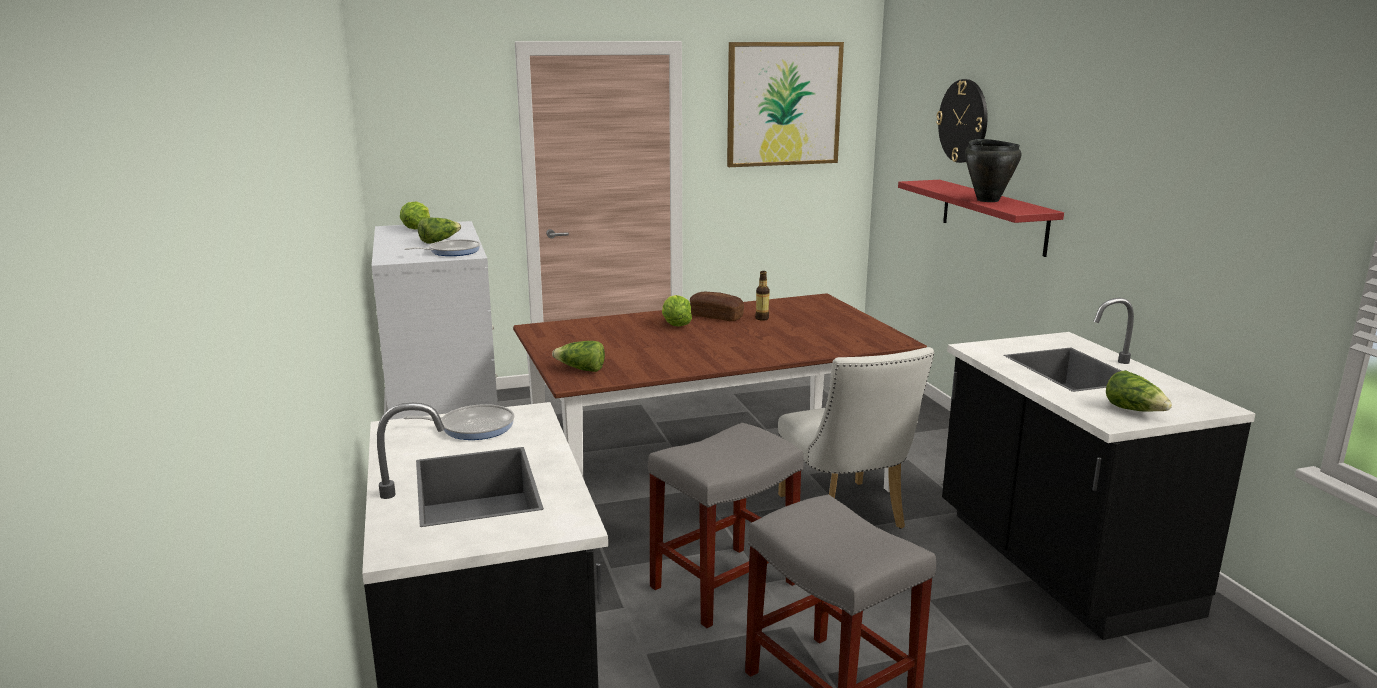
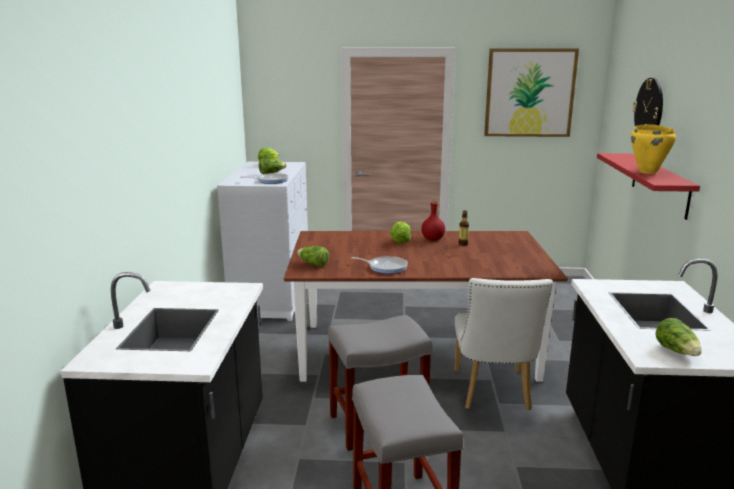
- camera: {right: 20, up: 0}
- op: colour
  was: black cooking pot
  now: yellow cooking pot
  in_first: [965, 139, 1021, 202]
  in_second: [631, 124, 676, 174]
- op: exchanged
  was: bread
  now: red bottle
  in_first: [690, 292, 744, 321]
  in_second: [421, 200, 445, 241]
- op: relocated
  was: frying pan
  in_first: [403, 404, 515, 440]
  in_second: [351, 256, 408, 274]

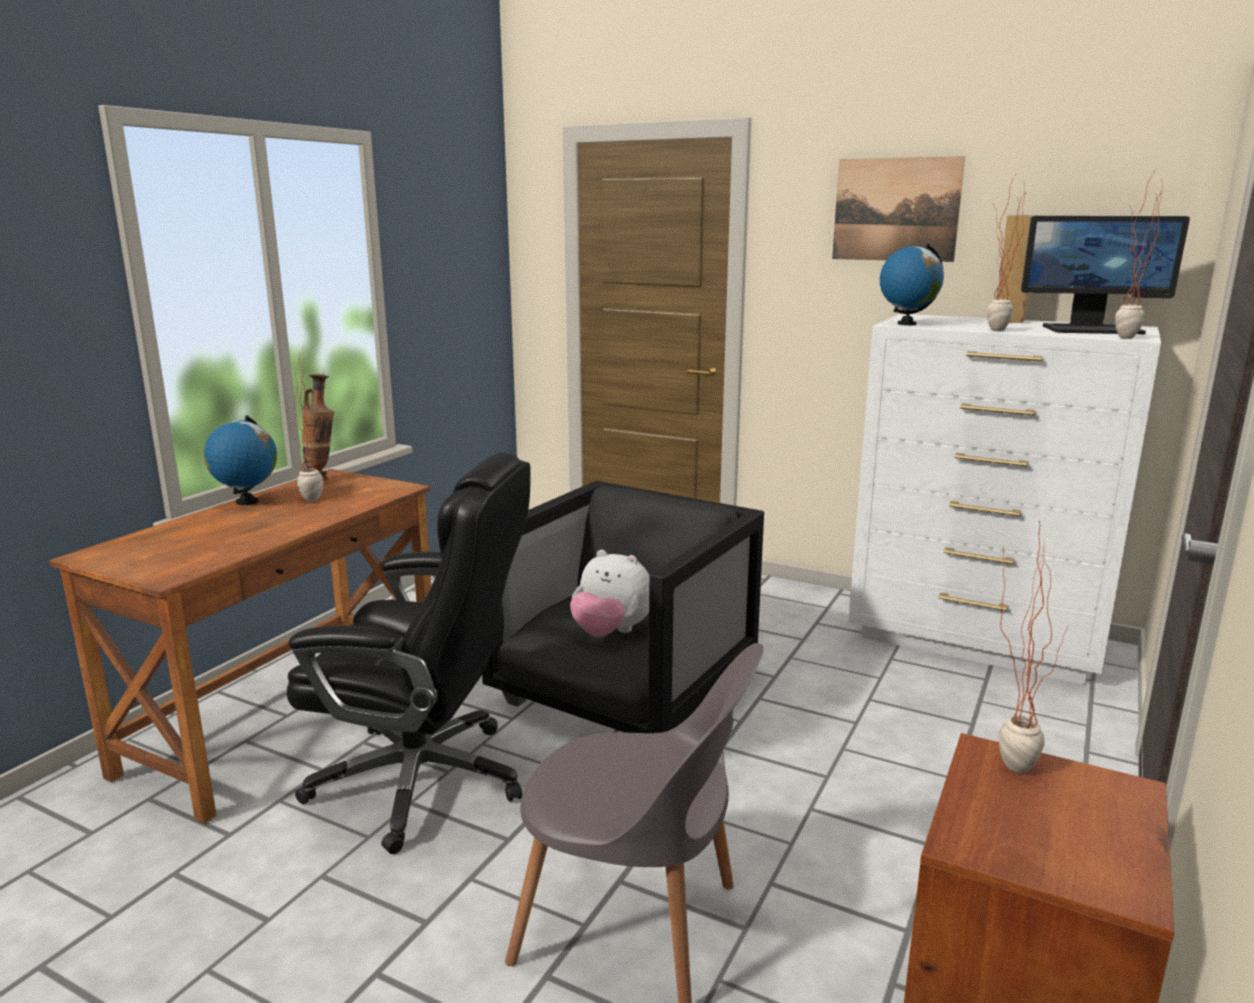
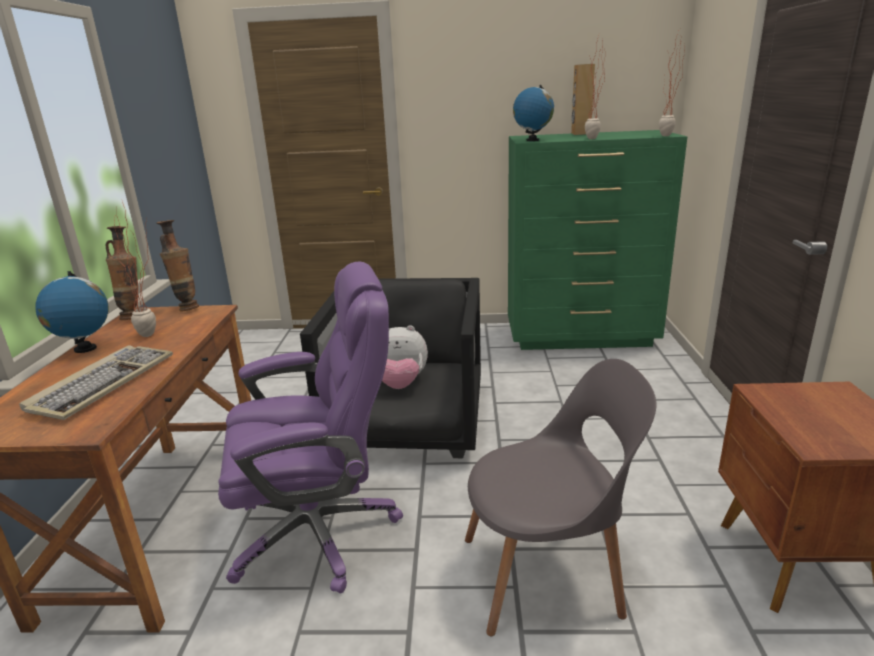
- camera: {right: -25, up: 5}
- op: missing
  was: picture
  in_first: [832, 156, 965, 262]
- op: missing
  was: monitor
  in_first: [1021, 216, 1190, 334]
- op: colour
  was: white dresser
  now: green dresser
  in_first: [848, 314, 1161, 685]
  in_second: [508, 130, 687, 350]
- op: colour
  was: black office chair
  now: purple office chair
  in_first: [287, 452, 531, 854]
  in_second: [218, 262, 403, 594]
- op: missing
  was: potted plant
  in_first: [998, 521, 1068, 773]
- op: appeared
  now: vase
  in_second: [156, 220, 199, 312]
- op: appeared
  now: keyboard
  in_second: [19, 345, 173, 420]

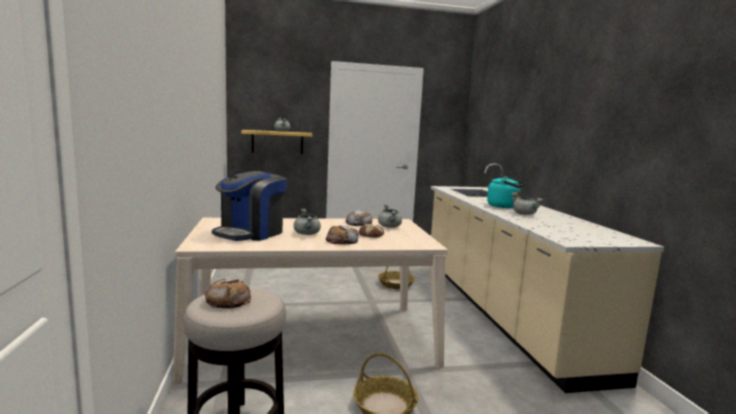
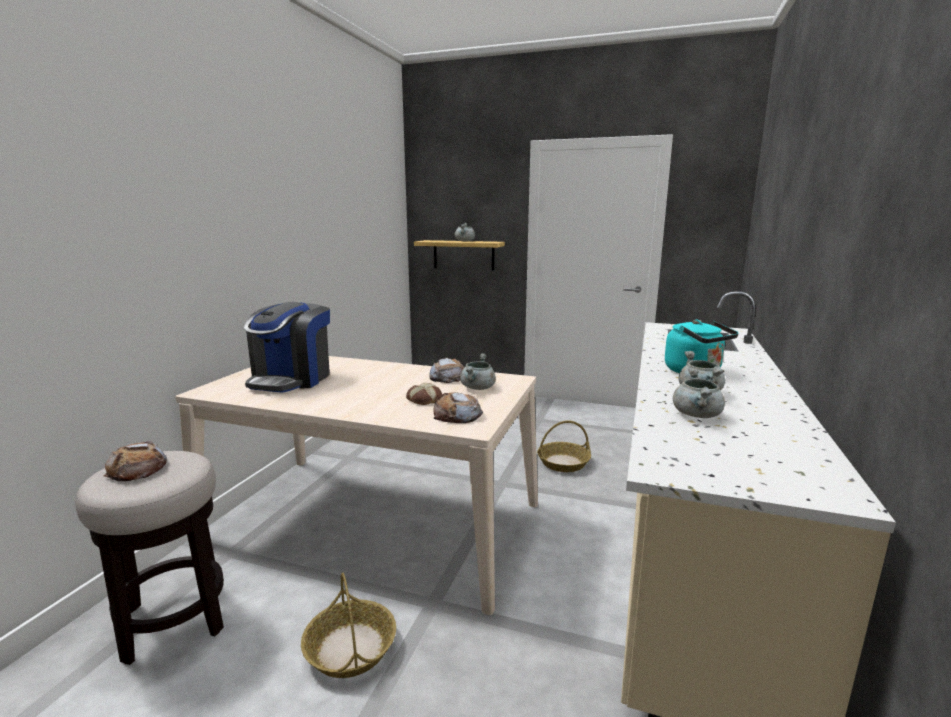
- camera: {right: 30, up: 5}
- op: spun
  was: coffee machine
  in_first: [212, 171, 287, 241]
  in_second: [244, 302, 330, 393]
  clockwise: -45
- op: relocated
  was: grey cooking pot
  in_first: [294, 209, 321, 235]
  in_second: [673, 368, 725, 418]
- op: relocated
  was: bread
  in_first: [326, 225, 358, 244]
  in_second: [433, 392, 483, 423]

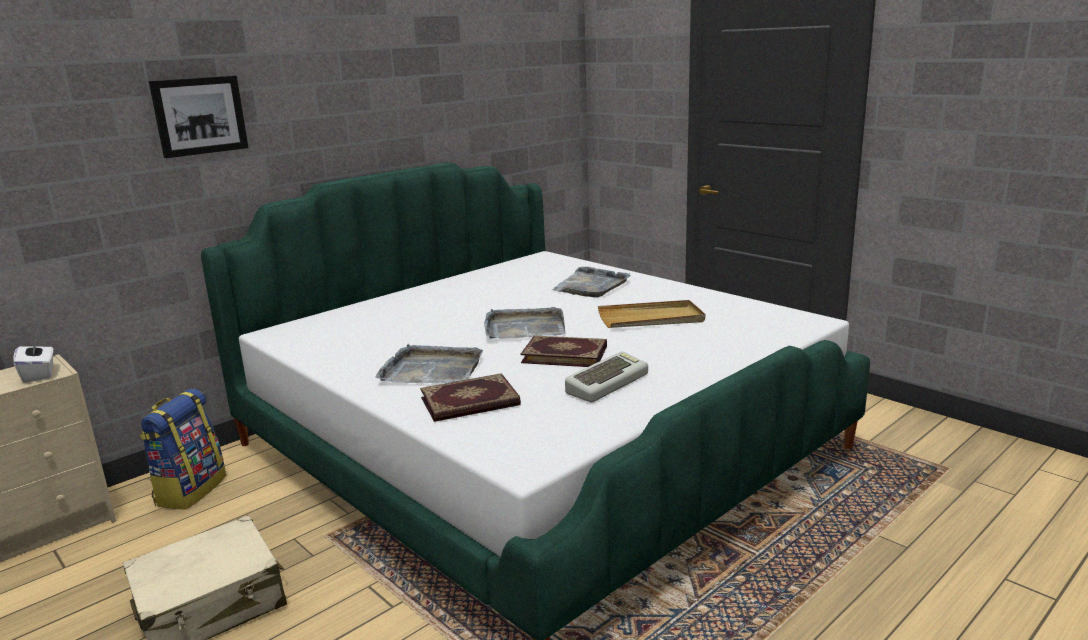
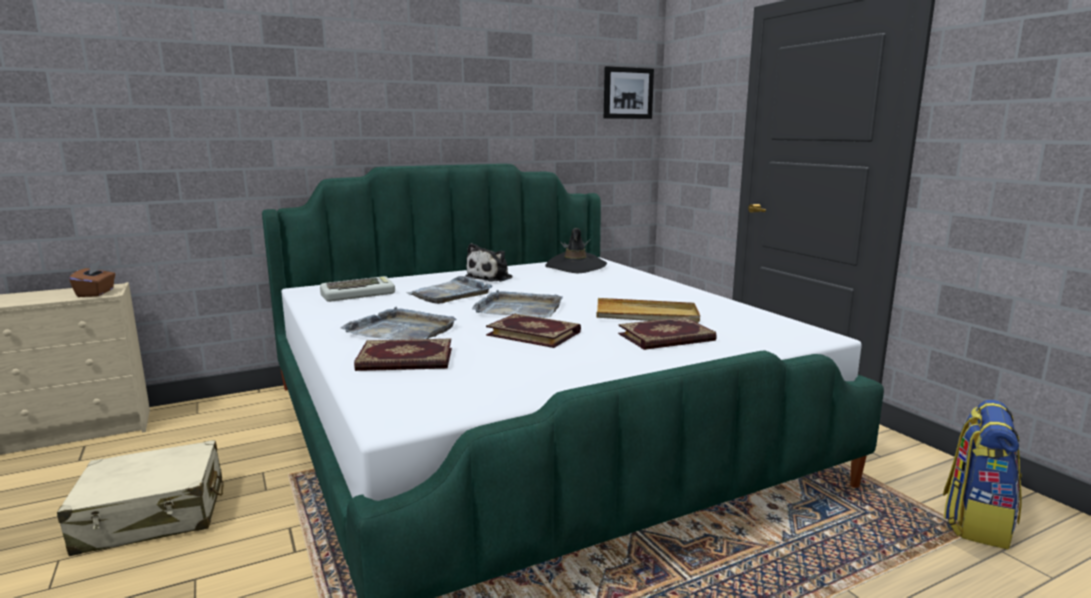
- camera: {right: 15, up: -5}
- op: relocated
  was: picture
  in_first: [149, 75, 248, 158]
  in_second: [604, 66, 654, 119]
- op: relocated
  was: grey tray
  in_first: [552, 267, 630, 297]
  in_second: [406, 276, 492, 304]
- op: colour
  was: white tissue box
  now: brown tissue box
  in_first: [13, 336, 54, 383]
  in_second: [69, 261, 115, 297]
- op: relocated
  was: keyboard
  in_first: [565, 352, 648, 402]
  in_second: [320, 276, 395, 302]
- op: relocated
  was: backpack
  in_first: [140, 389, 226, 510]
  in_second: [943, 400, 1022, 549]
- op: appeared
  now: black hat
  in_second: [545, 228, 607, 273]
- op: appeared
  now: plush toy
  in_second: [465, 243, 512, 282]
- op: appeared
  now: book
  in_second: [618, 317, 717, 350]

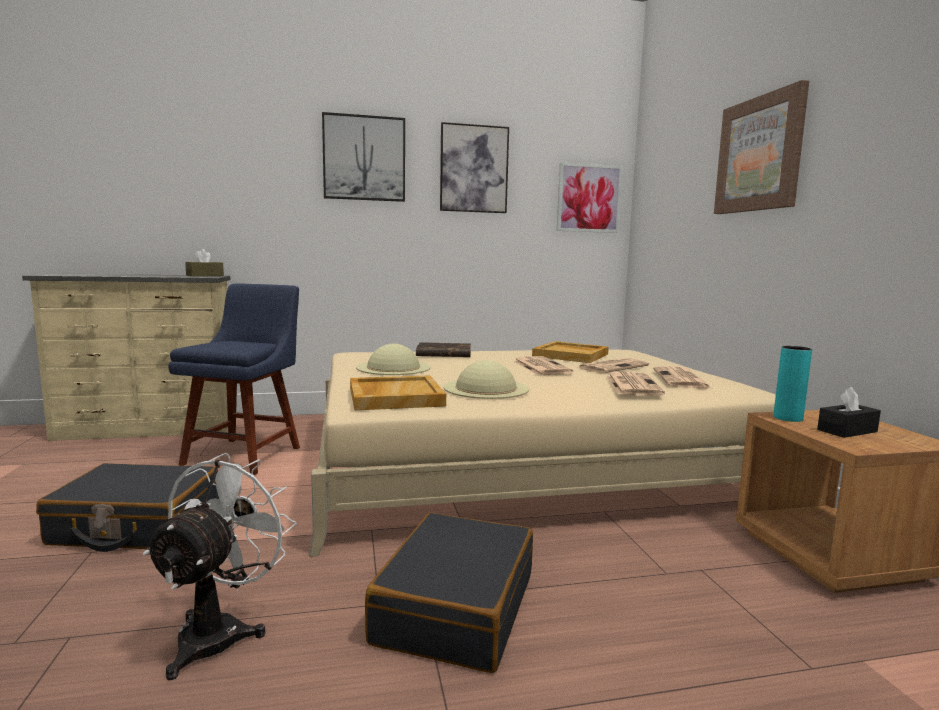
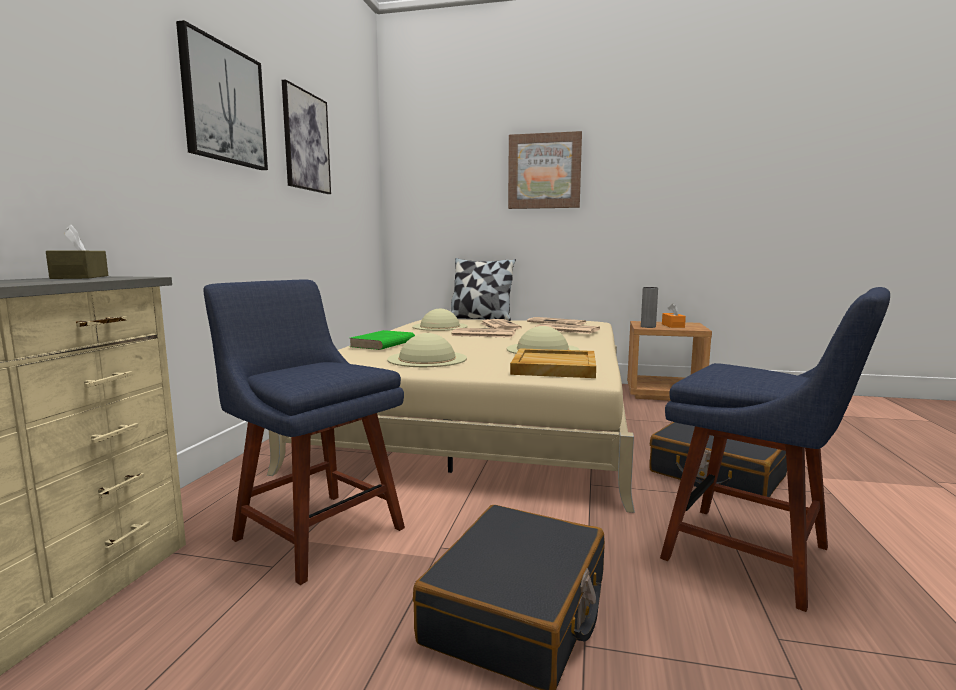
- camera: {right: -65, up: 0}
- op: missing
  was: picture
  in_first: [557, 163, 623, 233]
- op: exchanged
  was: beige tray
  now: beige hat
  in_first: [532, 341, 609, 363]
  in_second: [412, 309, 468, 331]
- op: colour
  was: brown book
  now: green book
  in_first: [416, 342, 471, 357]
  in_second: [350, 330, 415, 350]
- op: colour
  was: turquoise vase
  now: grey vase
  in_first: [774, 346, 812, 422]
  in_second: [641, 287, 658, 328]
- op: colour
  was: black tissue box
  now: orange tissue box
  in_first: [817, 387, 881, 438]
  in_second: [662, 303, 686, 328]
- op: exchanged
  was: white fan
  now: blue chair
  in_first: [143, 453, 297, 680]
  in_second: [660, 287, 890, 612]
- op: appeared
  now: pillow
  in_second: [451, 258, 516, 321]

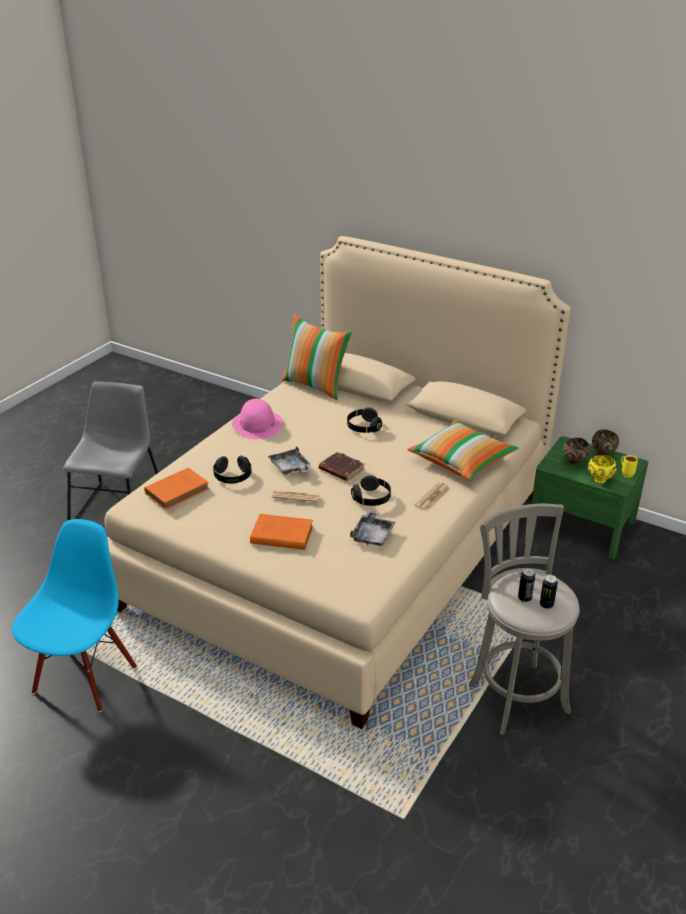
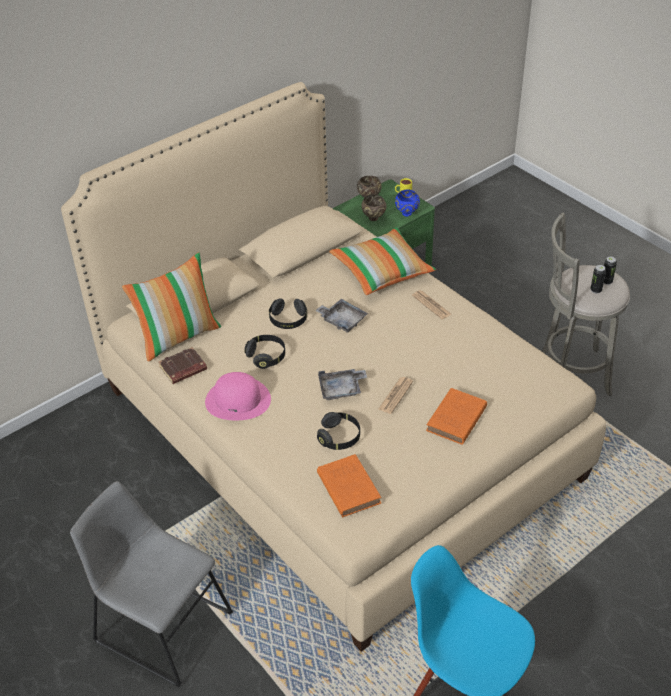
- camera: {right: -70, up: 10}
- op: relocated
  was: brown book
  in_first: [319, 452, 365, 481]
  in_second: [158, 347, 207, 384]
- op: colour
  was: yellow bowl
  now: blue bowl
  in_first: [588, 455, 617, 484]
  in_second: [395, 189, 420, 216]
- op: relocated
  was: black headphones
  in_first: [351, 475, 391, 506]
  in_second: [244, 335, 285, 369]
- op: relocated
  was: grey tray
  in_first: [350, 510, 395, 546]
  in_second: [315, 299, 368, 333]

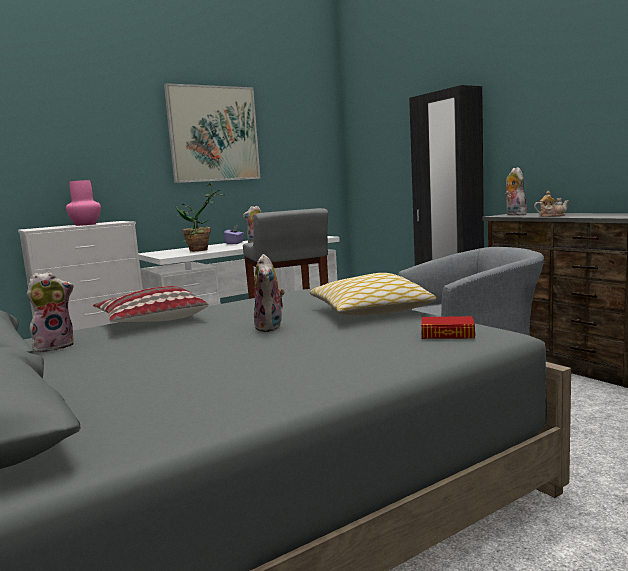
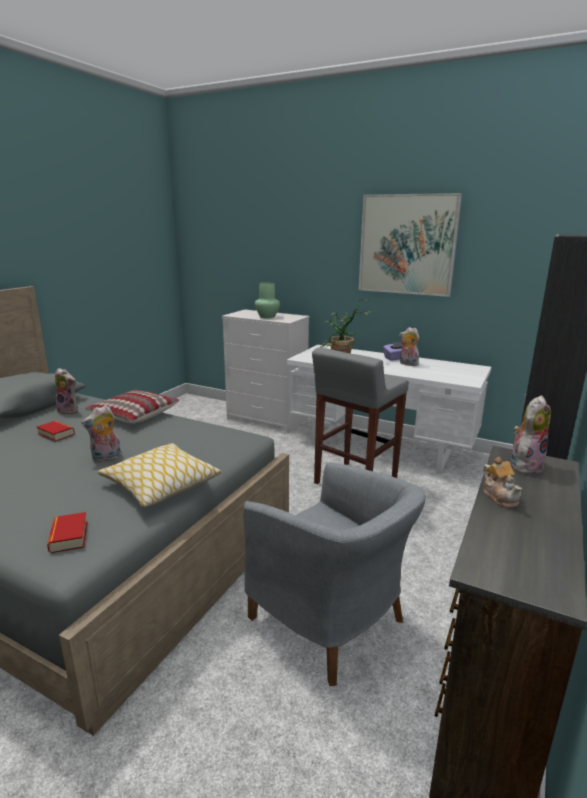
- camera: {right: 60, up: 10}
- op: colour
  was: pink vase
  now: green vase
  in_first: [66, 180, 101, 226]
  in_second: [255, 282, 280, 318]
- op: appeared
  now: book
  in_second: [37, 421, 75, 442]

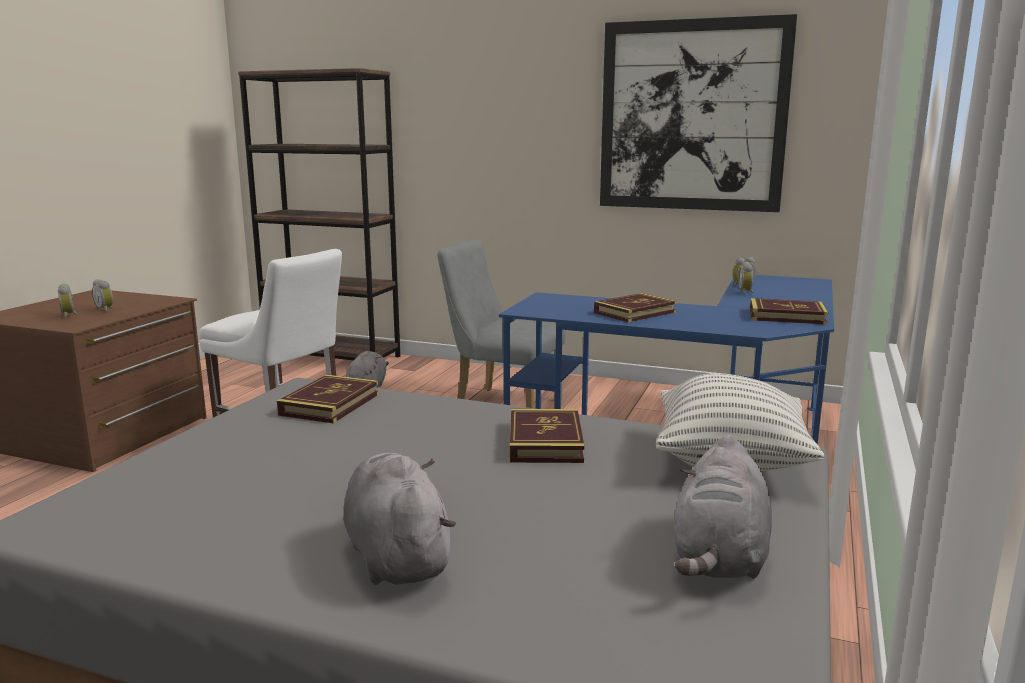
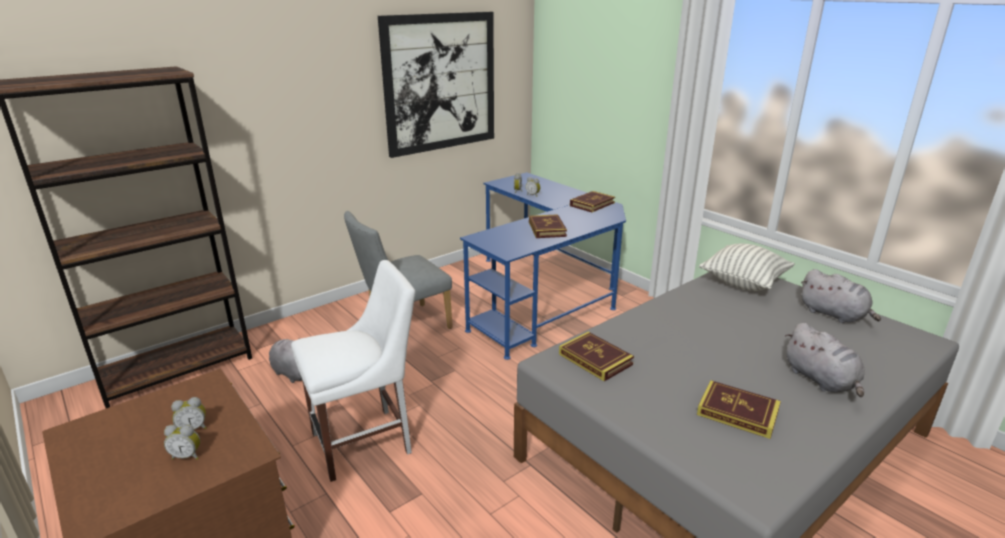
- camera: {right: -60, up: 10}
- op: relocated
  was: book
  in_first: [510, 409, 584, 463]
  in_second: [697, 380, 781, 439]
- op: spun
  was: grey plush toy
  in_first: [343, 453, 456, 585]
  in_second: [785, 323, 865, 397]
  clockwise: -120

